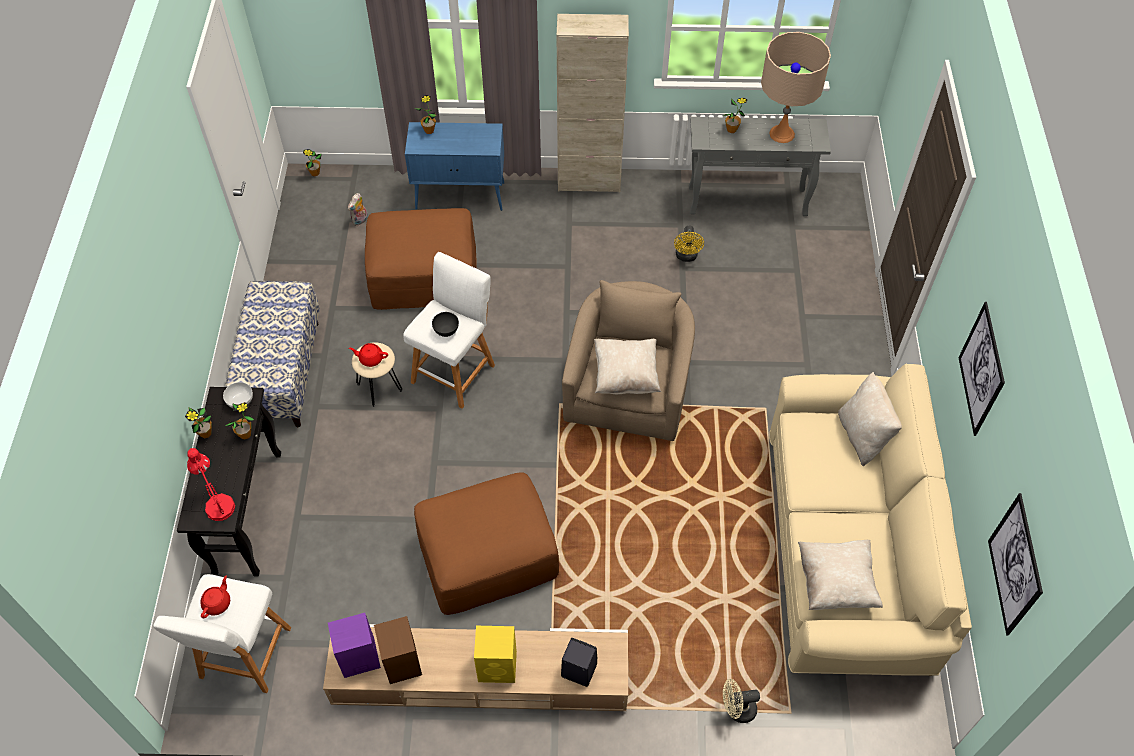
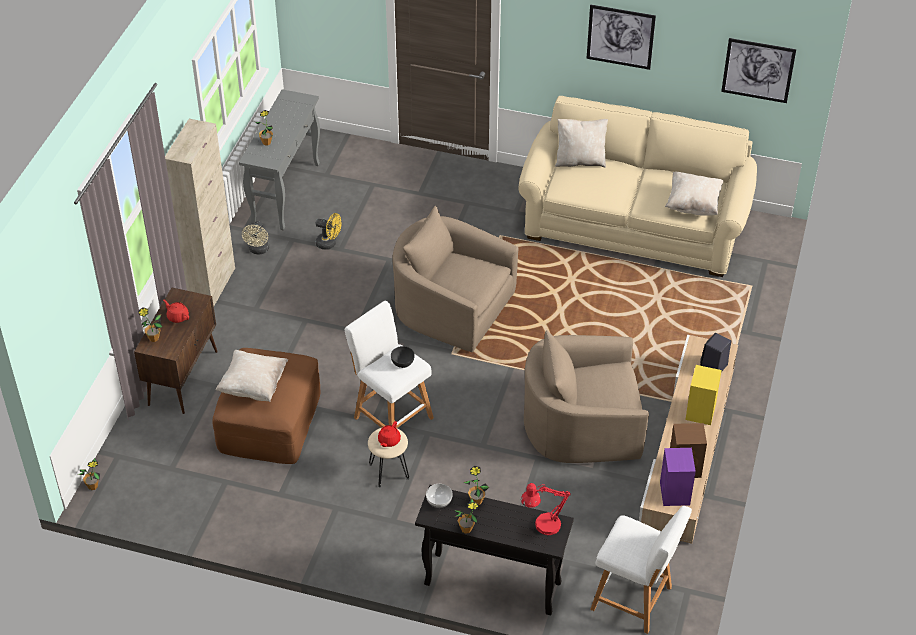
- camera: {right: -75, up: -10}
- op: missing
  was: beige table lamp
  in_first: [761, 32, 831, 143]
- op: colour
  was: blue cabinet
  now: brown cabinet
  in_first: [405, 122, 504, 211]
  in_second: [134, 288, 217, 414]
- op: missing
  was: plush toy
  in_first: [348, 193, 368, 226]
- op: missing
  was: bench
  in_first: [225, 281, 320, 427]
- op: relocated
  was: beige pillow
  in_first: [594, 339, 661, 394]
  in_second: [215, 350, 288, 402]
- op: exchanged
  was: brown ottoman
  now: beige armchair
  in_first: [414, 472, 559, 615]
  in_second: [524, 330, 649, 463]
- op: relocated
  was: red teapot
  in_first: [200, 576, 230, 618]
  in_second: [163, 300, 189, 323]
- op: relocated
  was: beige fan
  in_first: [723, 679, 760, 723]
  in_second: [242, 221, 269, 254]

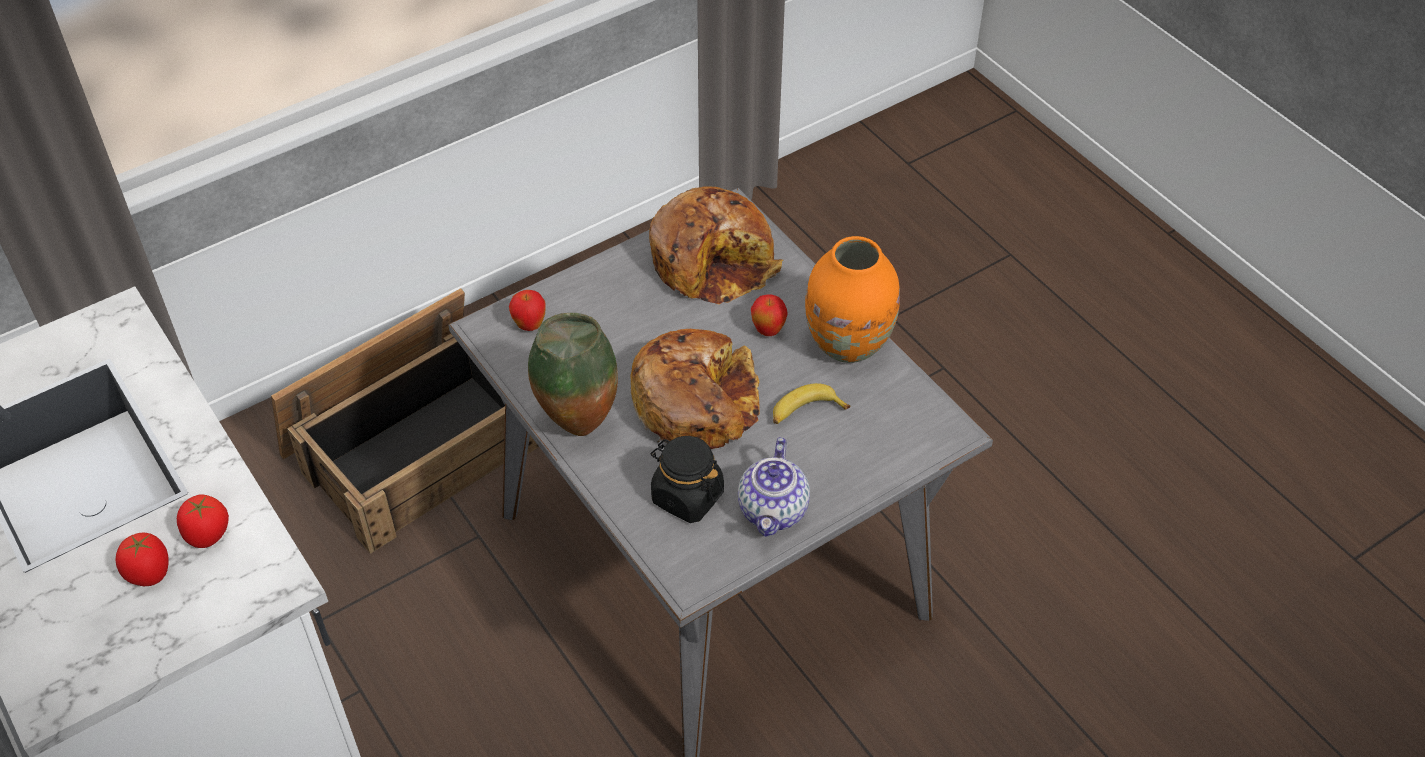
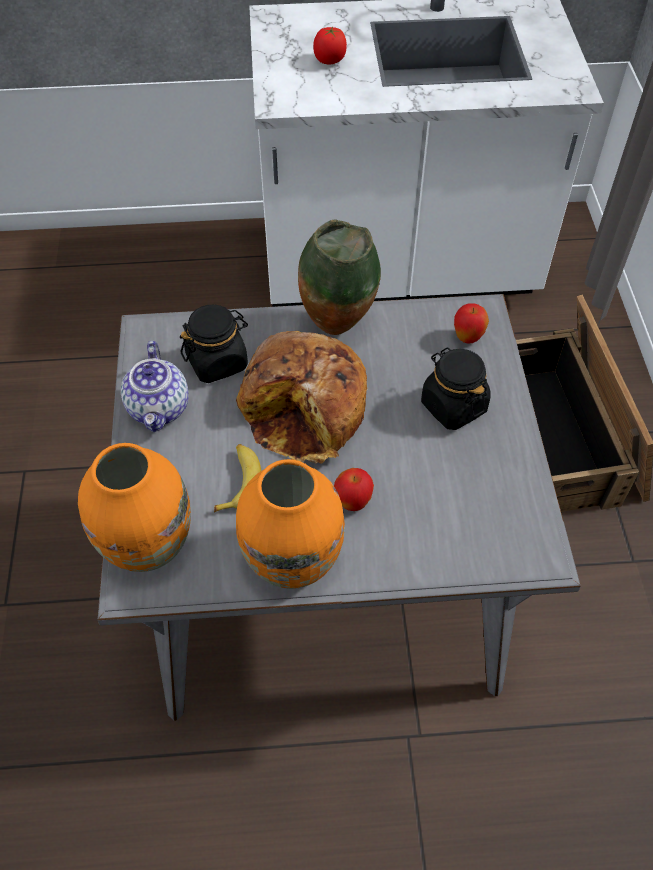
- camera: {right: 120, up: 5}
- op: missing
  was: bread
  in_first: [649, 186, 783, 305]
- op: spun
  was: teapot
  in_first: [738, 437, 810, 537]
  in_second: [121, 341, 189, 432]
  clockwise: -135
- op: missing
  was: tomato
  in_first: [177, 495, 229, 548]
- op: appeared
  now: black jar
  in_second: [421, 348, 491, 430]
- op: appeared
  now: orange vase
  in_second: [78, 443, 191, 572]

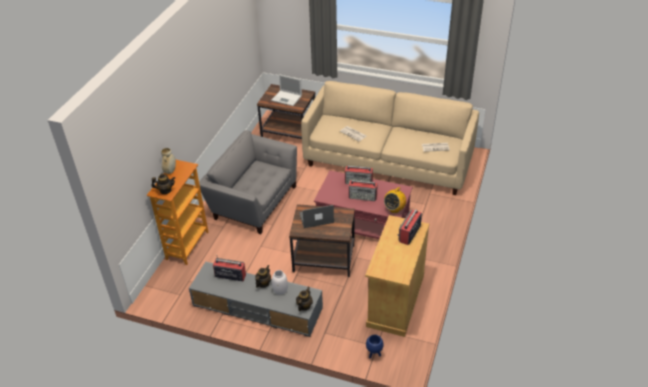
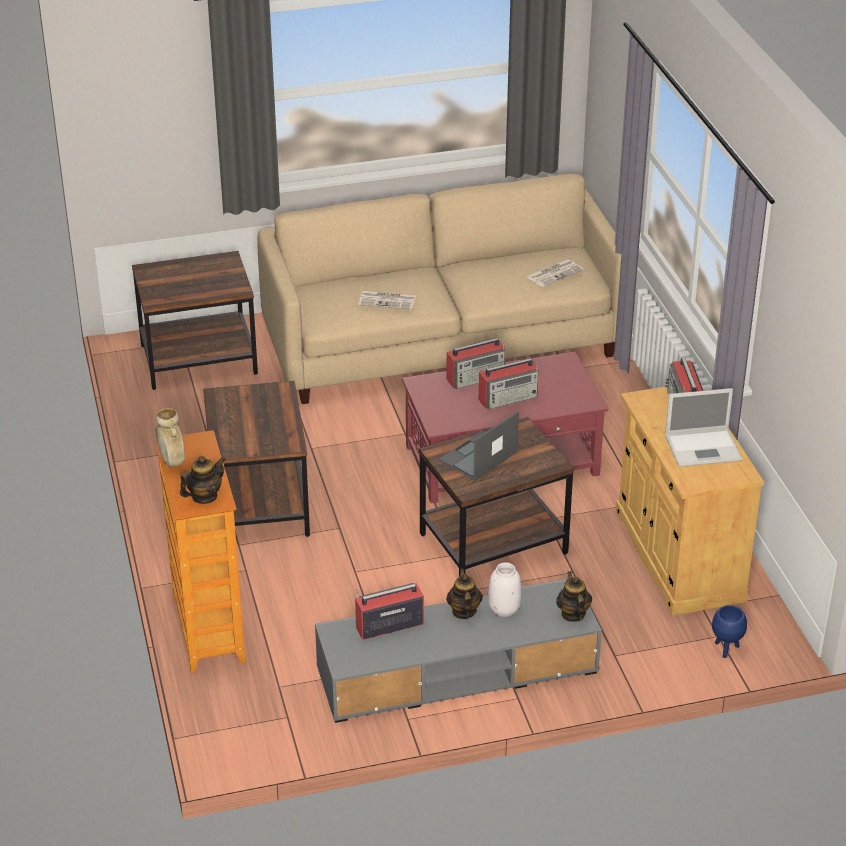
- camera: {right: -35, up: -5}
- op: relocated
  was: laptop
  in_first: [271, 74, 302, 106]
  in_second: [665, 388, 742, 467]
- op: exchanged
  was: grey armchair
  now: brown side table
  in_first: [199, 130, 297, 234]
  in_second: [203, 381, 310, 537]
- op: missing
  was: radio
  in_first: [384, 187, 406, 213]

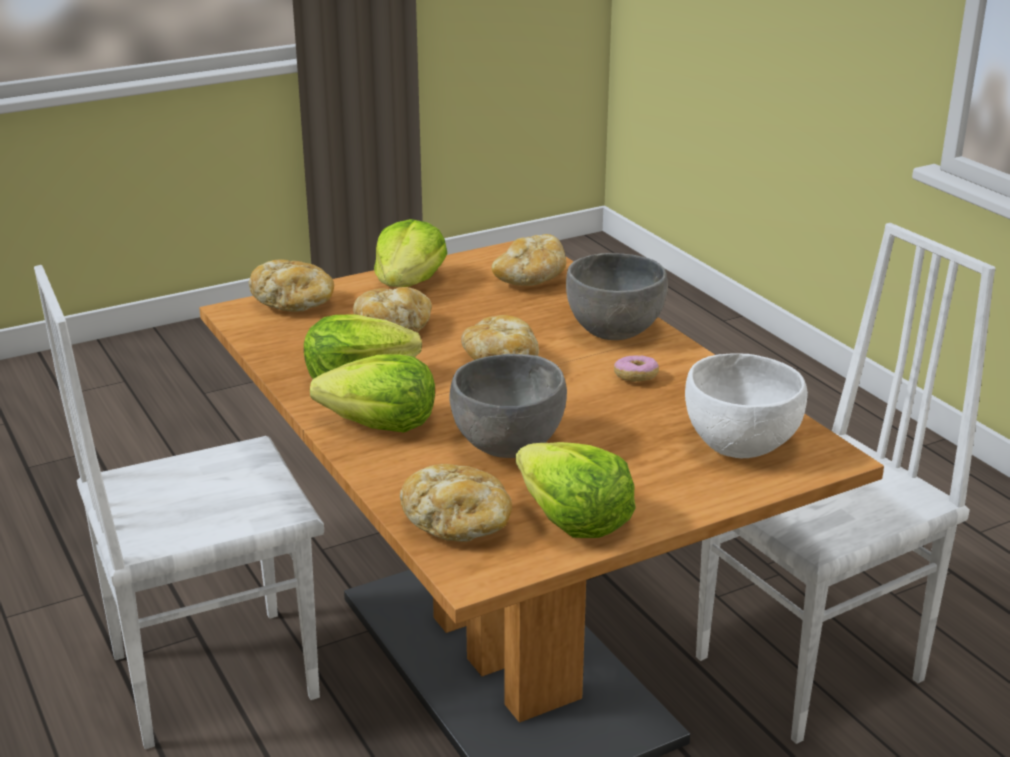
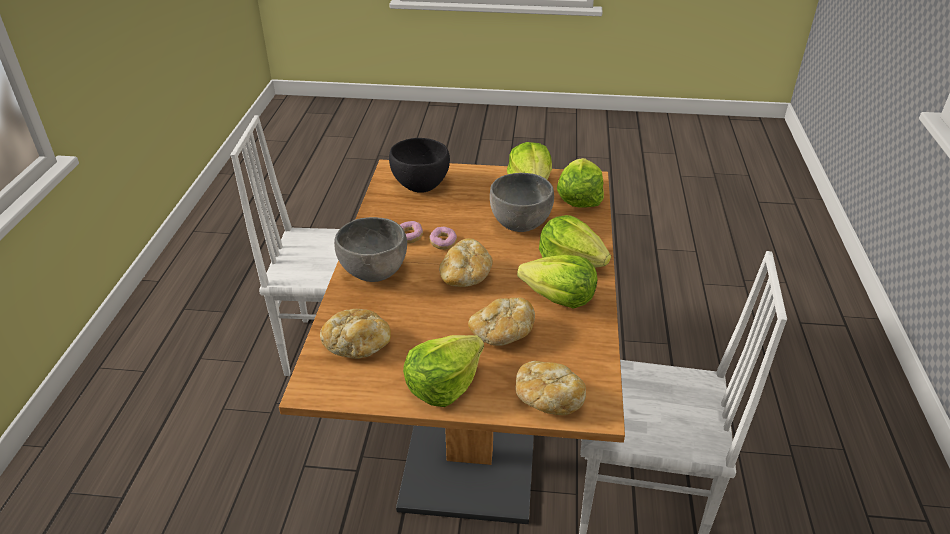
- camera: {right: -145, up: 10}
- op: colour
  was: white bowl
  now: black bowl
  in_first: [685, 353, 808, 458]
  in_second: [389, 138, 450, 193]
- op: exchanged
  was: bread
  now: lettuce
  in_first: [400, 464, 512, 542]
  in_second: [557, 158, 604, 208]
- op: appeared
  now: donut
  in_second: [429, 226, 457, 250]

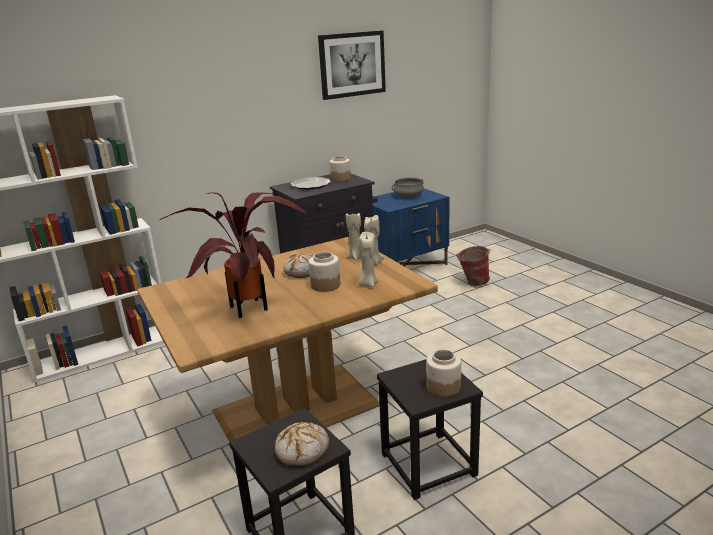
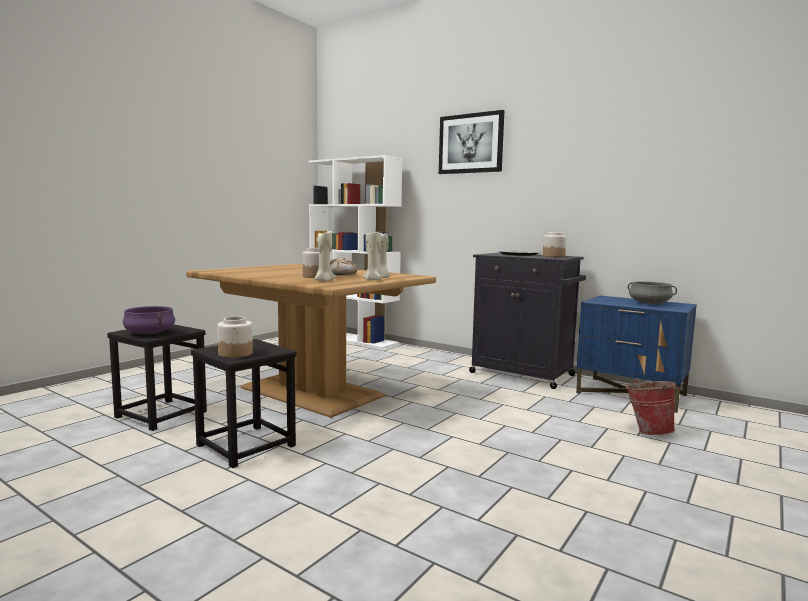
- camera: {right: 65, up: -15}
- op: relocated
  was: picture
  in_first: [318, 31, 386, 100]
  in_second: [439, 110, 505, 174]
- op: missing
  was: potted plant
  in_first: [160, 192, 307, 318]
- op: exchanged
  was: bread
  now: purple cooking pot
  in_first: [275, 422, 329, 466]
  in_second: [123, 306, 175, 334]

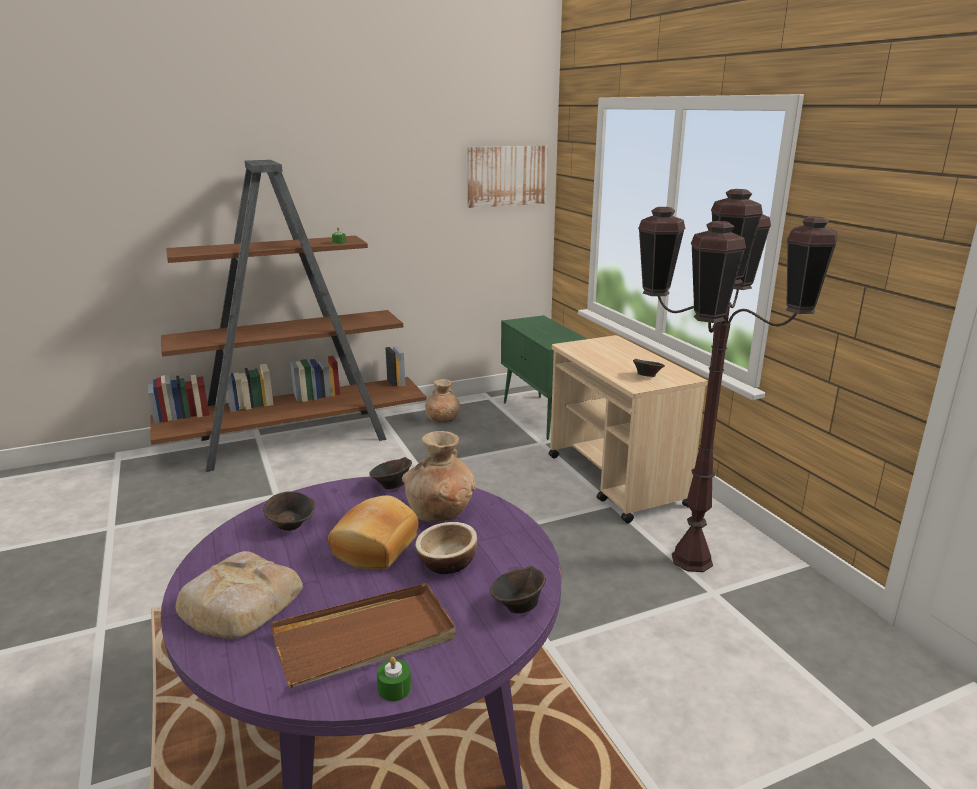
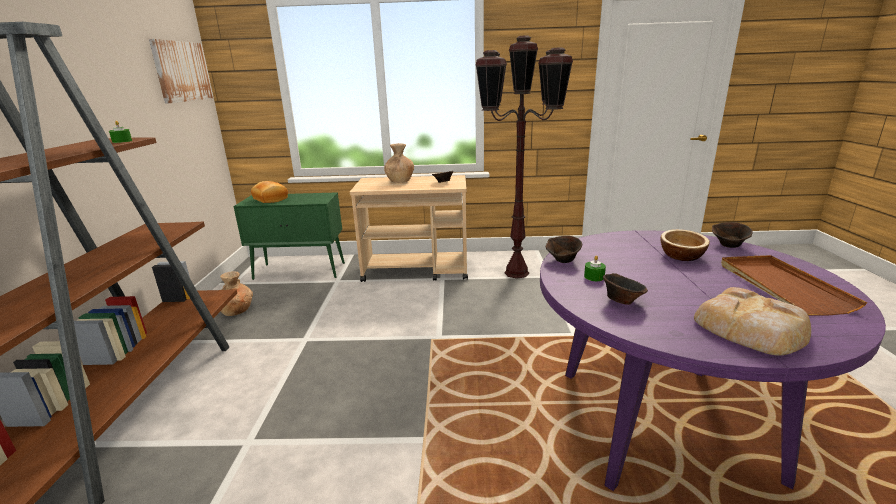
- camera: {right: -65, up: 0}
- op: relocated
  was: brown vase
  in_first: [402, 431, 476, 522]
  in_second: [384, 143, 414, 183]
- op: relocated
  was: bread
  in_first: [328, 495, 419, 569]
  in_second: [251, 181, 288, 203]
- op: relocated
  was: green candle
  in_first: [377, 657, 411, 701]
  in_second: [584, 255, 606, 281]

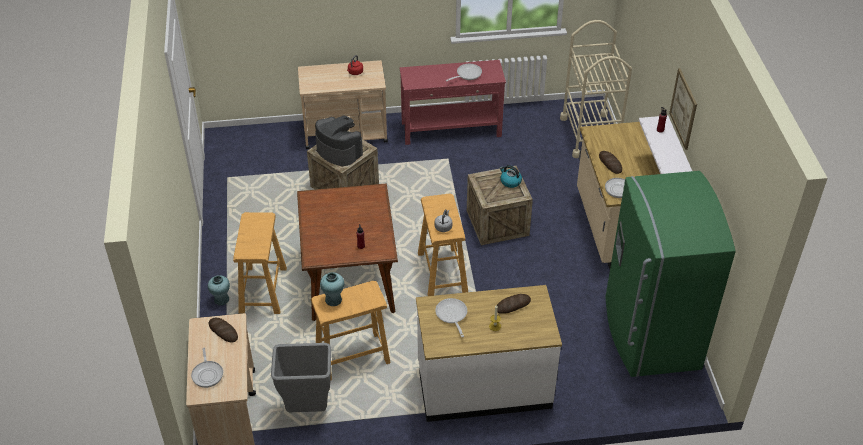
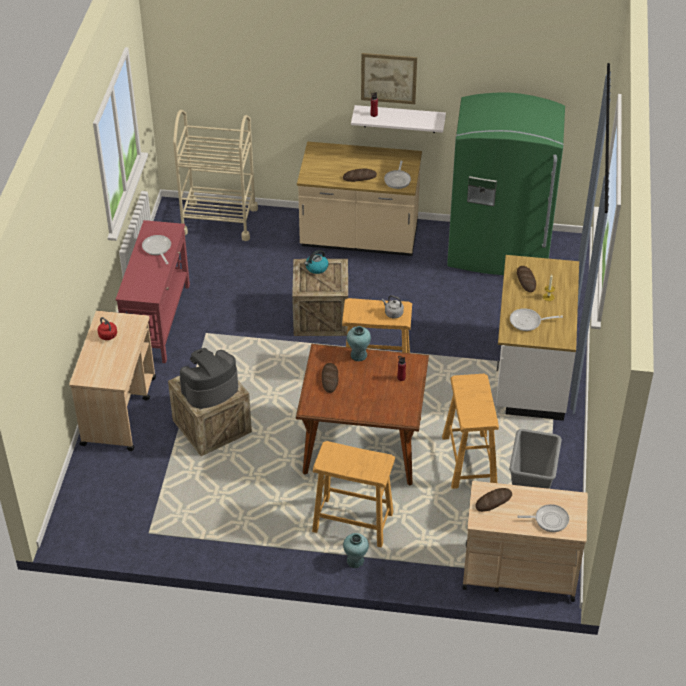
- camera: {right: -75, up: 0}
- op: relocated
  was: turquoise vase
  in_first: [320, 272, 344, 306]
  in_second: [347, 326, 371, 362]
- op: appeared
  now: bread
  in_second: [322, 363, 338, 393]

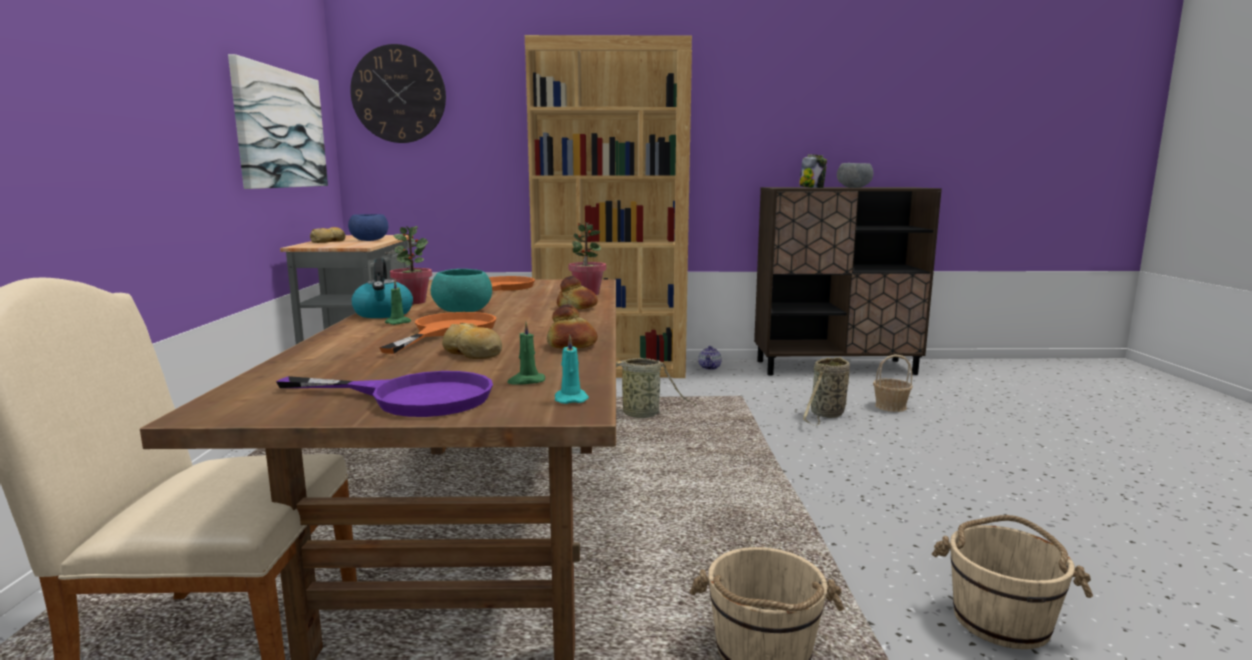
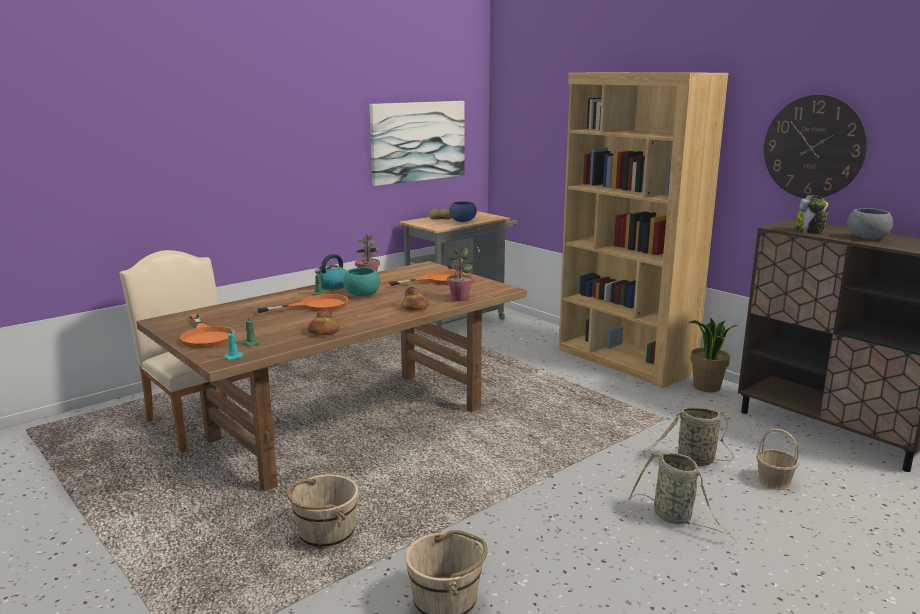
- camera: {right: 50, up: 5}
- op: relocated
  was: wall clock
  in_first: [350, 44, 446, 143]
  in_second: [764, 95, 867, 198]
- op: missing
  was: bread
  in_first: [442, 322, 502, 359]
- op: exchanged
  was: teapot
  now: potted plant
  in_first: [698, 346, 722, 370]
  in_second: [688, 317, 738, 392]
- op: relocated
  was: basket
  in_first: [616, 358, 697, 418]
  in_second: [628, 452, 731, 534]
- op: colour
  was: purple frying pan
  now: orange frying pan
  in_first: [276, 371, 493, 417]
  in_second: [180, 314, 235, 348]

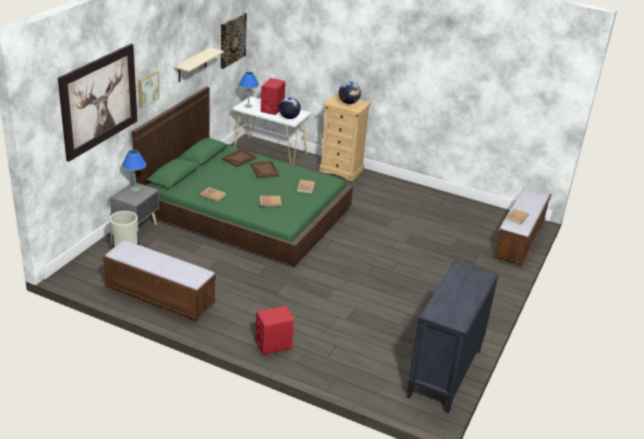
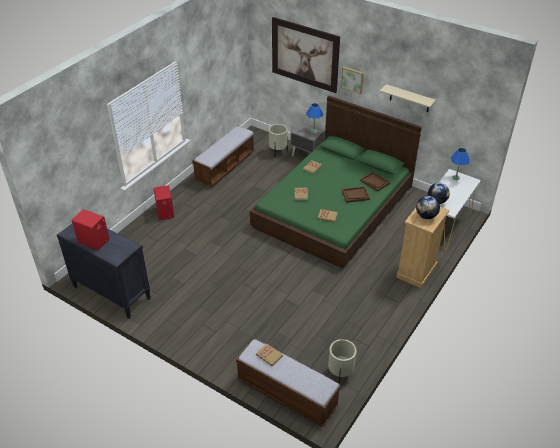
- camera: {right: 100, up: 10}
- op: missing
  was: picture
  in_first: [221, 13, 247, 69]
- op: relocated
  was: red speaker
  in_first: [261, 78, 285, 115]
  in_second: [72, 209, 109, 251]
- op: appeared
  now: beige planter
  in_second: [328, 339, 357, 382]

